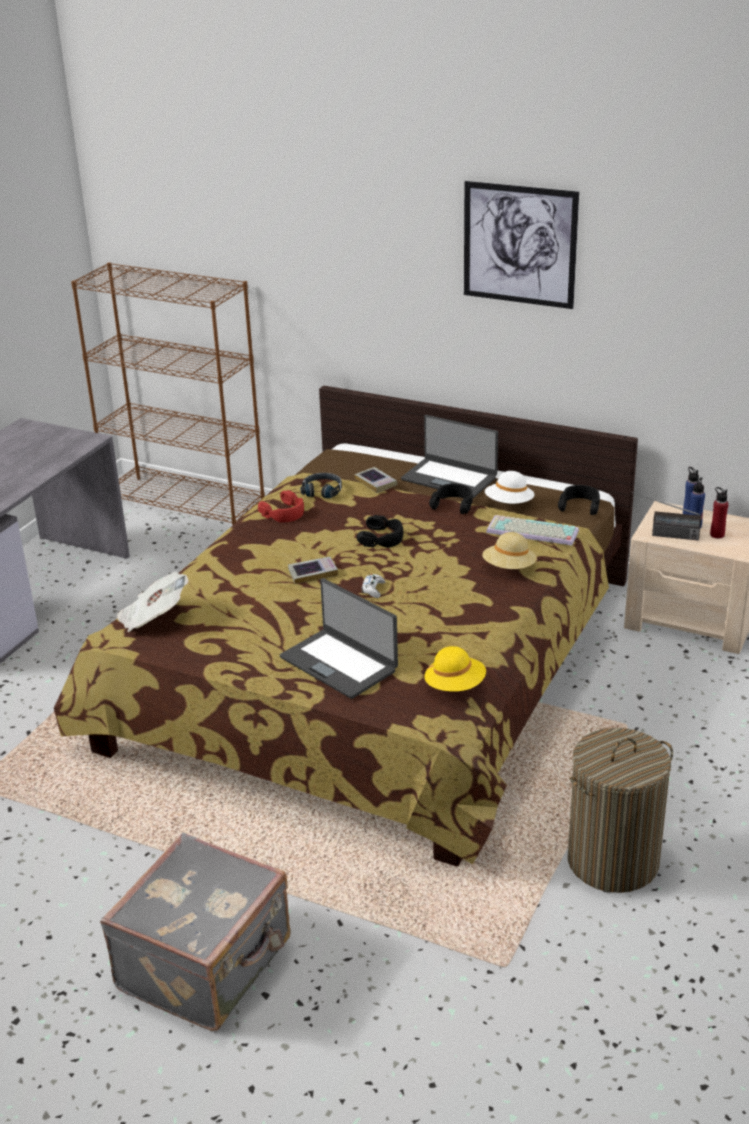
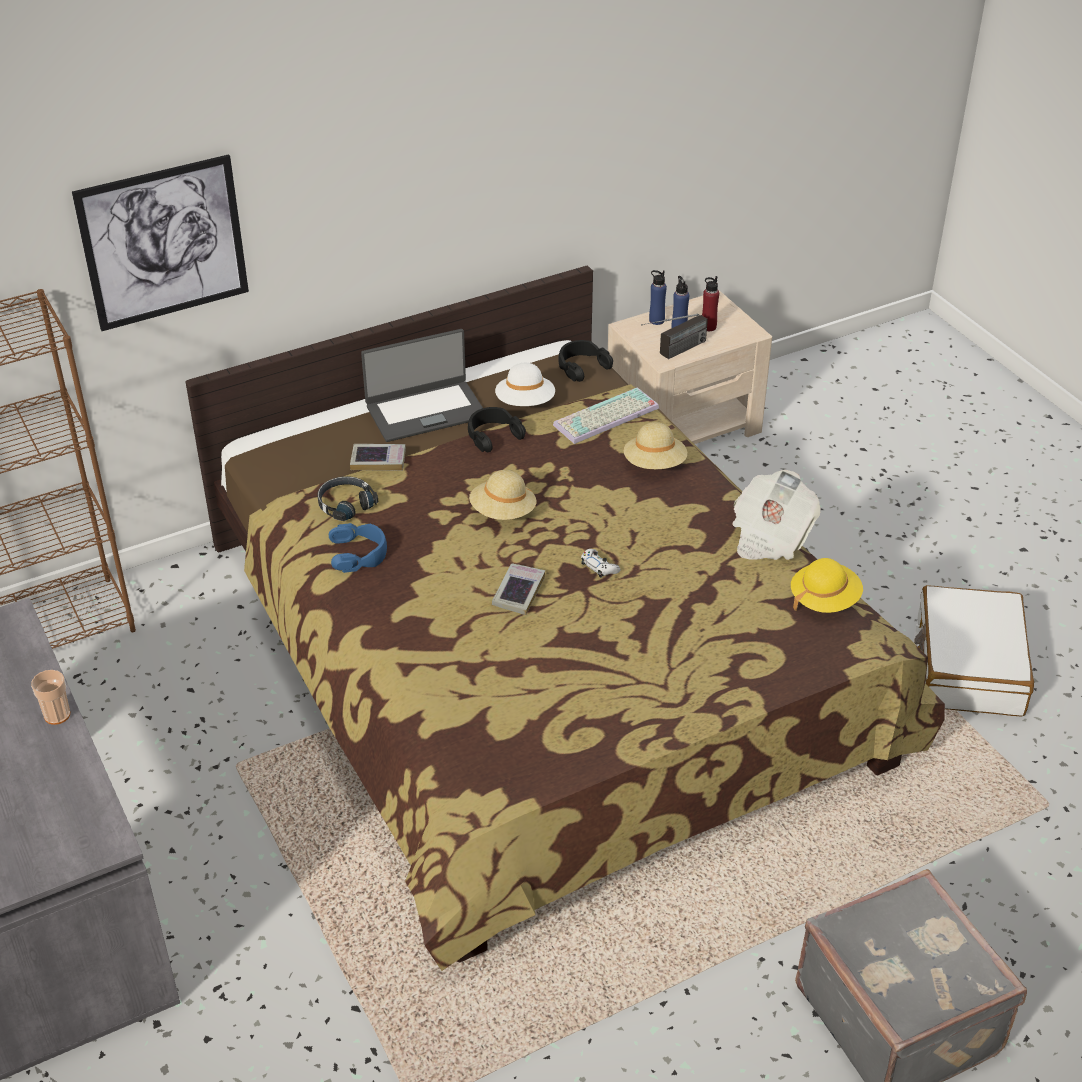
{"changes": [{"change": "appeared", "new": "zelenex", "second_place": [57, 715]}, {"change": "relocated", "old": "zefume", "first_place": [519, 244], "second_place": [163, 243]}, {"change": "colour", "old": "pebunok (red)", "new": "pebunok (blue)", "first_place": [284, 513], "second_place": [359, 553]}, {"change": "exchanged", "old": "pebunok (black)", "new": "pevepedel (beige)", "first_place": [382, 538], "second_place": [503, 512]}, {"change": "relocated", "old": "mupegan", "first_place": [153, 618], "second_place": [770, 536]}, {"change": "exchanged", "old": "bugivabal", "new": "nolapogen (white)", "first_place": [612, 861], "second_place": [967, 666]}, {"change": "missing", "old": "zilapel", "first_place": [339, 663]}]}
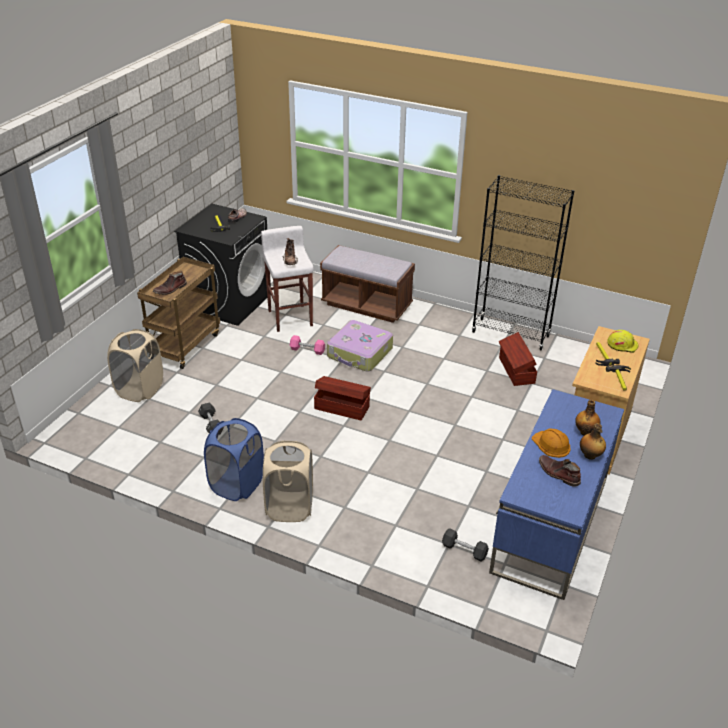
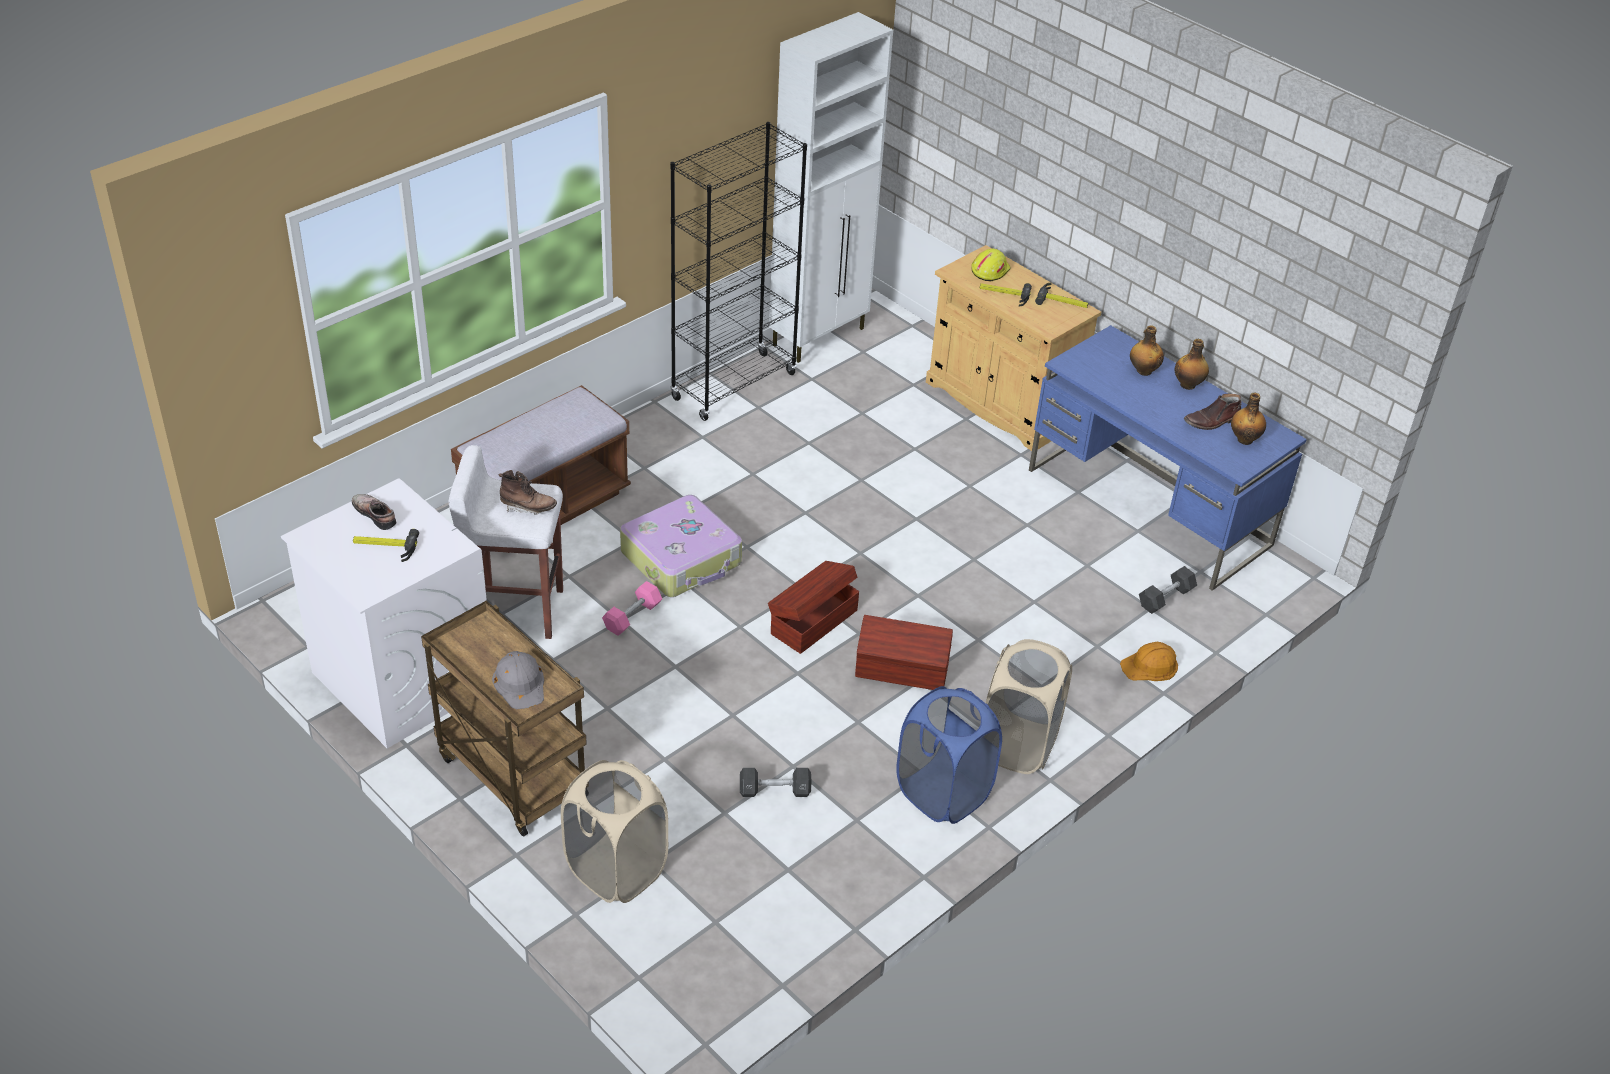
{"changes": [{"change": "colour", "old": "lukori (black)", "new": "lukori (white)", "first_place": [229, 302], "second_place": [401, 678]}, {"change": "exchanged", "old": "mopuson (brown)", "new": "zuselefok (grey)", "first_place": [170, 289], "second_place": [520, 683]}, {"change": "appeared", "new": "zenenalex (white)", "second_place": [819, 336]}, {"change": "relocated", "old": "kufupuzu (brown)", "first_place": [516, 370], "second_place": [902, 671]}, {"change": "relocated", "old": "zuselefok (orange)", "first_place": [551, 444], "second_place": [1150, 666]}, {"change": "appeared", "new": "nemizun", "second_place": [1244, 439]}]}
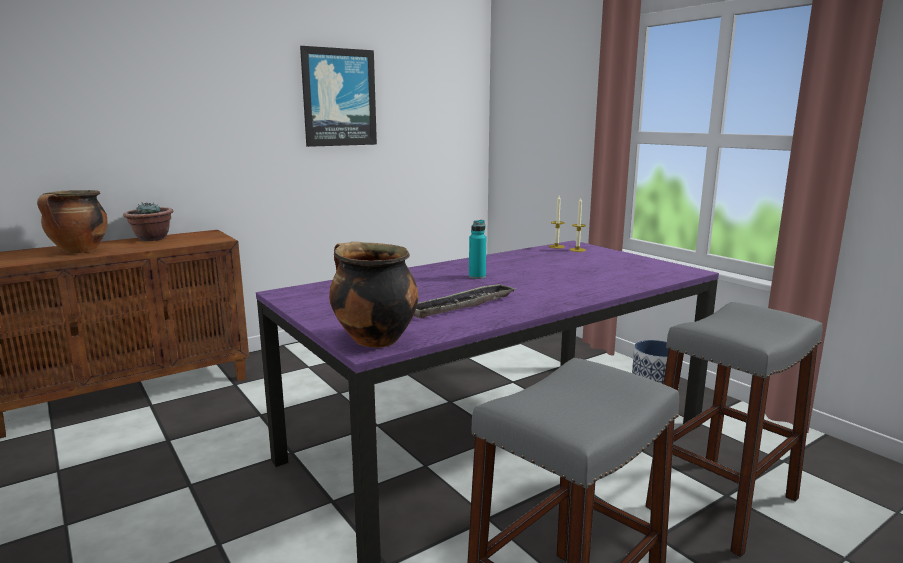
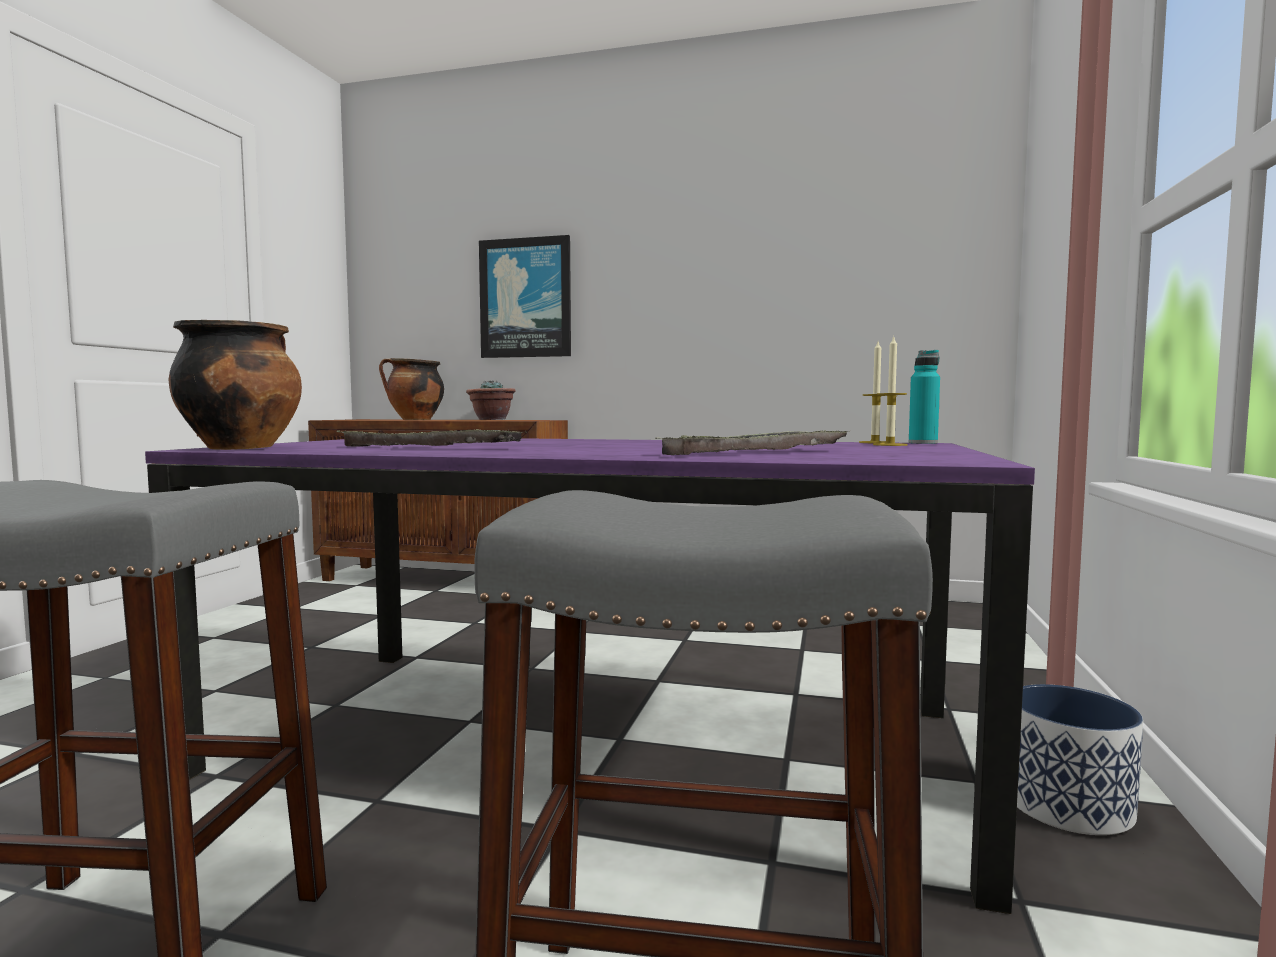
{"changes": [{"change": "relocated", "old": "zefume", "first_place": [339, 97], "second_place": [526, 298]}, {"change": "appeared", "new": "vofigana", "second_place": [756, 452]}, {"change": "relocated", "old": "nemizun (turquoise)", "first_place": [477, 277], "second_place": [923, 443]}]}
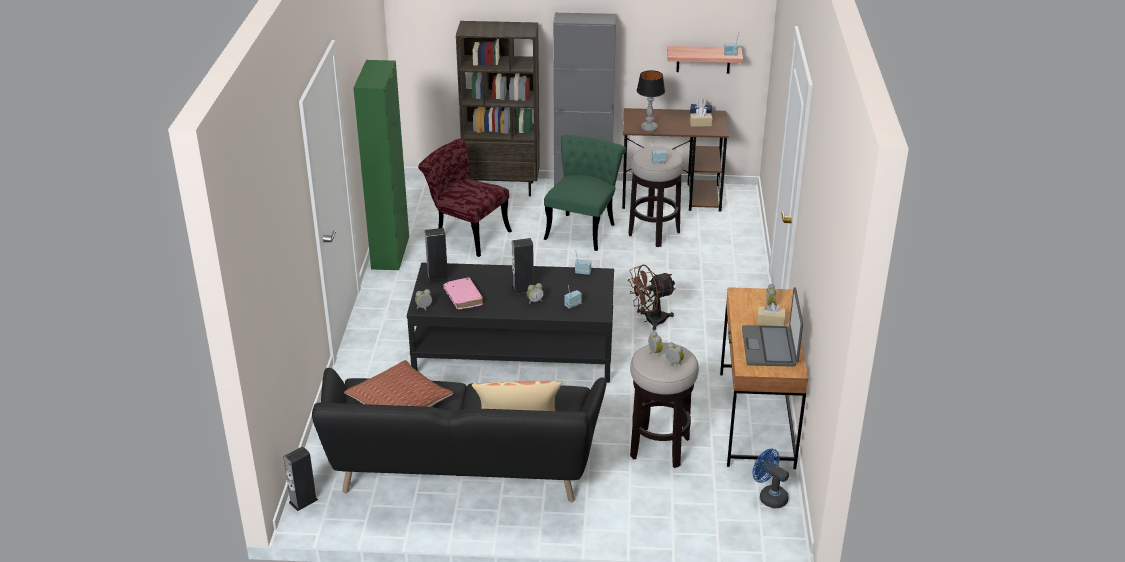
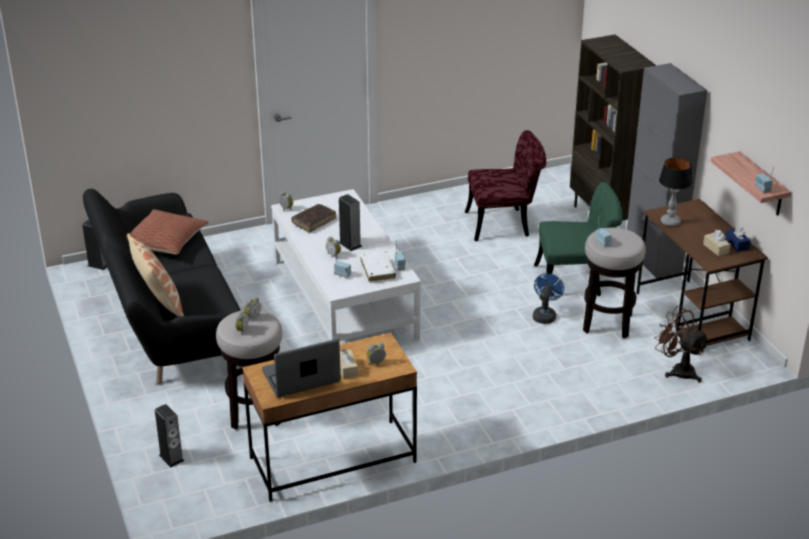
{"changes": [{"change": "relocated", "old": "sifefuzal", "first_place": [437, 277], "second_place": [171, 458]}, {"change": "colour", "old": "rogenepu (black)", "new": "rogenepu (white)", "first_place": [514, 351], "second_place": [344, 299]}, {"change": "colour", "old": "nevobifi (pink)", "new": "nevobifi (brown)", "first_place": [463, 298], "second_place": [314, 221]}, {"change": "appeared", "new": "nevobifi (white)", "second_place": [378, 271]}, {"change": "spun", "old": "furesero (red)", "first_place": [466, 234], "second_place": [505, 224], "degrees": 75}, {"change": "relocated", "old": "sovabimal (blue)", "first_place": [769, 496], "second_place": [545, 315]}, {"change": "relocated", "old": "sovabimal (brown)", "first_place": [650, 321], "second_place": [678, 370]}, {"change": "missing", "old": "zenenalex (green)", "first_place": [390, 253]}]}
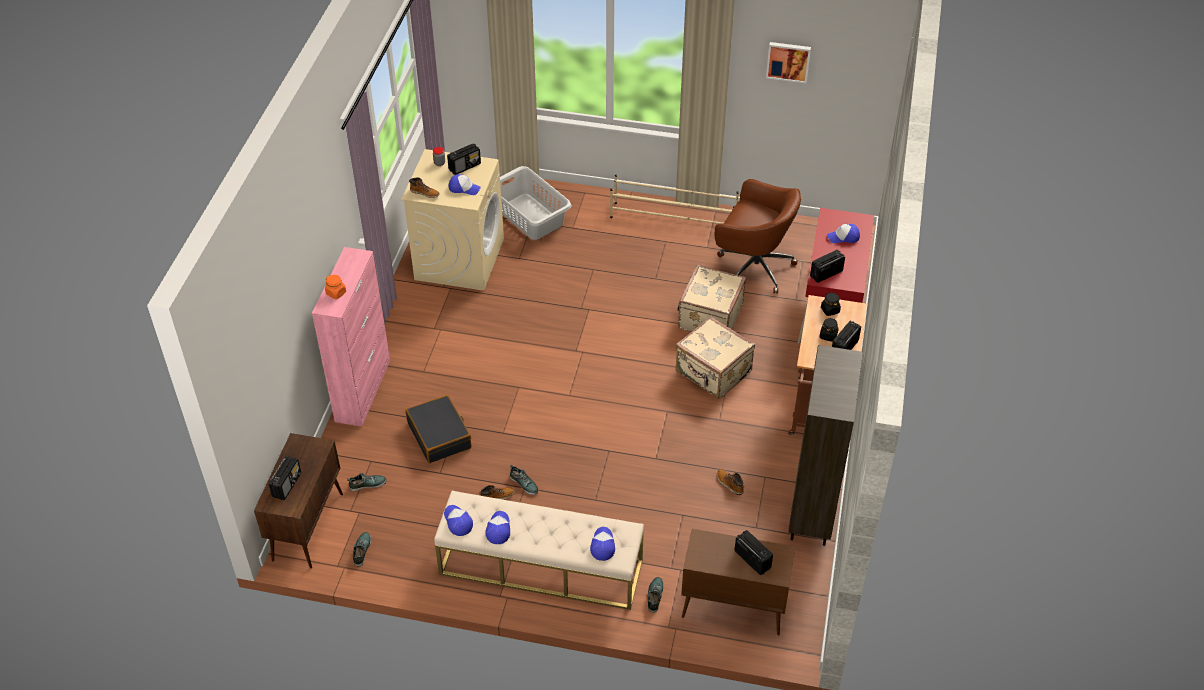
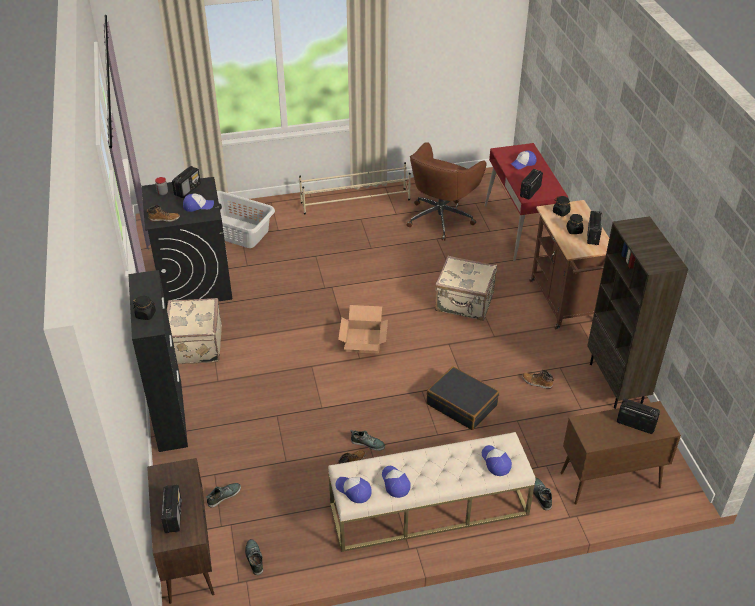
{"changes": [{"change": "colour", "old": "zenenalex (pink)", "new": "zenenalex (black)", "first_place": [363, 390], "second_place": [170, 415]}, {"change": "colour", "old": "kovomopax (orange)", "new": "kovomopax (black)", "first_place": [336, 293], "second_place": [146, 314]}, {"change": "colour", "old": "lukori (beige)", "new": "lukori (black)", "first_place": [459, 259], "second_place": [194, 281]}, {"change": "relocated", "old": "nolapogen (beige)", "first_place": [709, 317], "second_place": [194, 345]}, {"change": "appeared", "new": "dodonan", "second_place": [364, 341]}, {"change": "spun", "old": "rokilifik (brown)", "first_place": [753, 267], "second_place": [441, 217], "degrees": 120}, {"change": "relocated", "old": "nolapogen (black)", "first_place": [440, 435], "second_place": [462, 404]}, {"change": "missing", "old": "zefume", "first_place": [788, 61]}]}
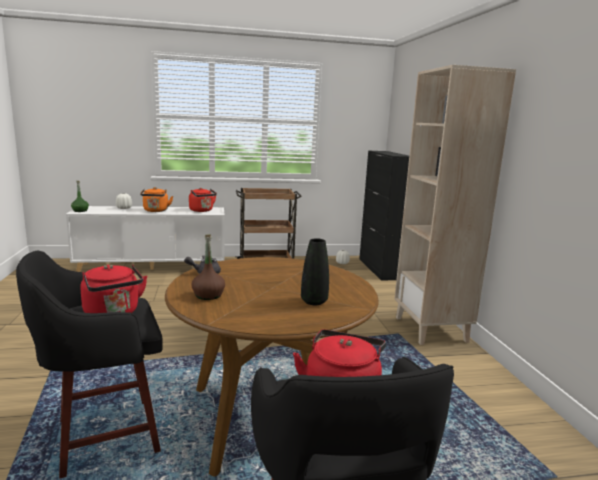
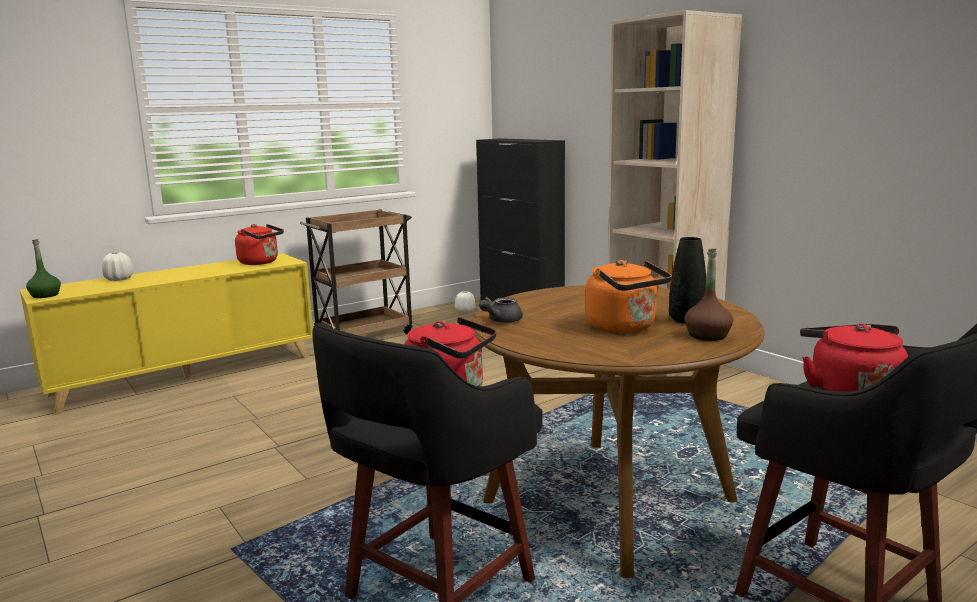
{"changes": [{"change": "colour", "old": "zenenalex (white)", "new": "zenenalex (yellow)", "first_place": [153, 267], "second_place": [186, 375]}, {"change": "relocated", "old": "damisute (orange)", "first_place": [155, 211], "second_place": [624, 328]}, {"change": "relocated", "old": "nemizun (brown)", "first_place": [208, 295], "second_place": [707, 335]}]}
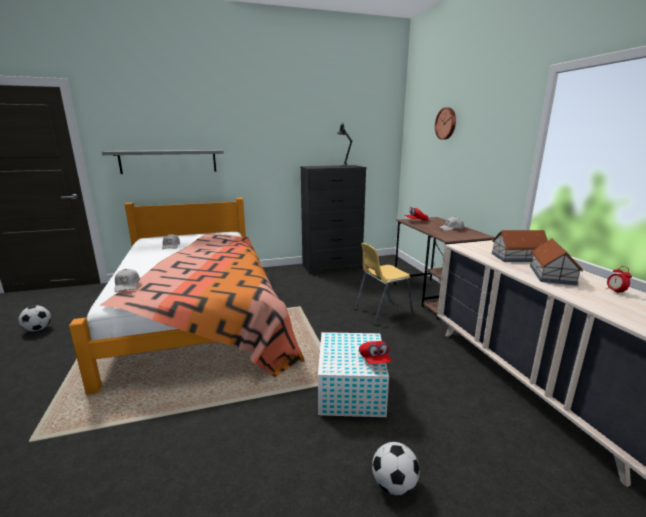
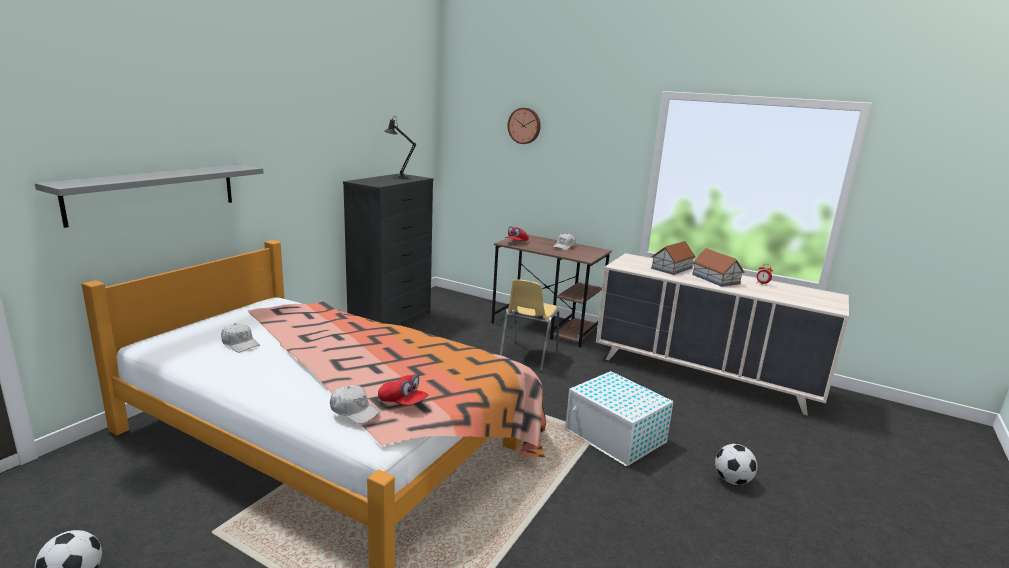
{"changes": [{"change": "relocated", "old": "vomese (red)", "first_place": [374, 360], "second_place": [403, 402]}]}
